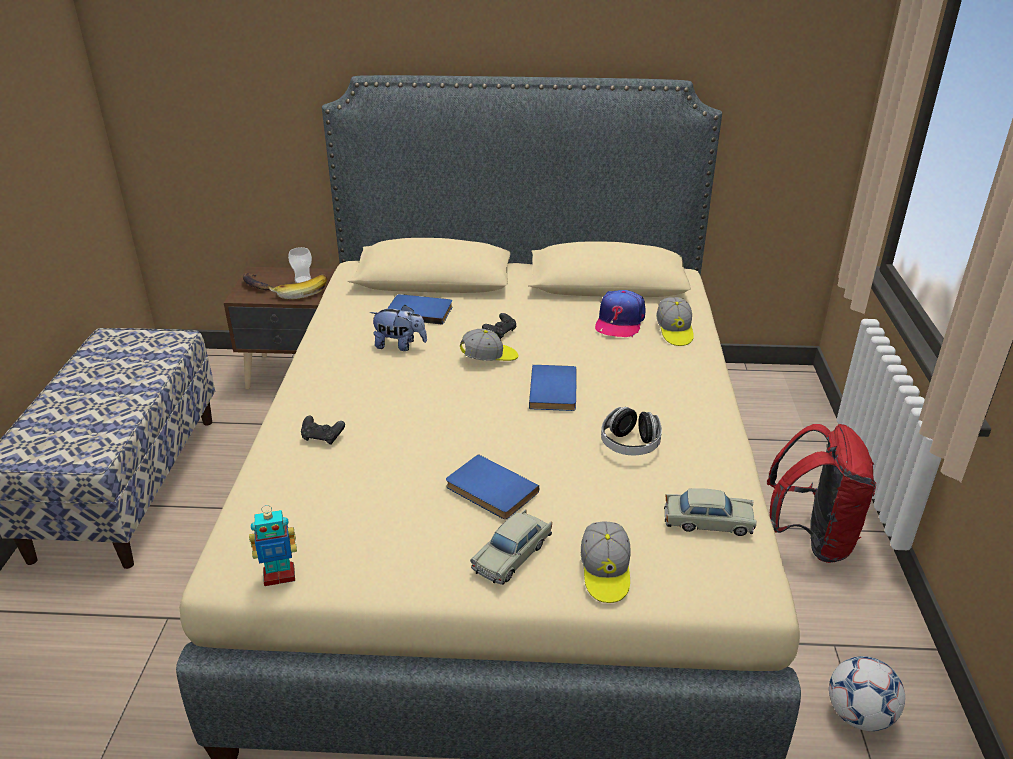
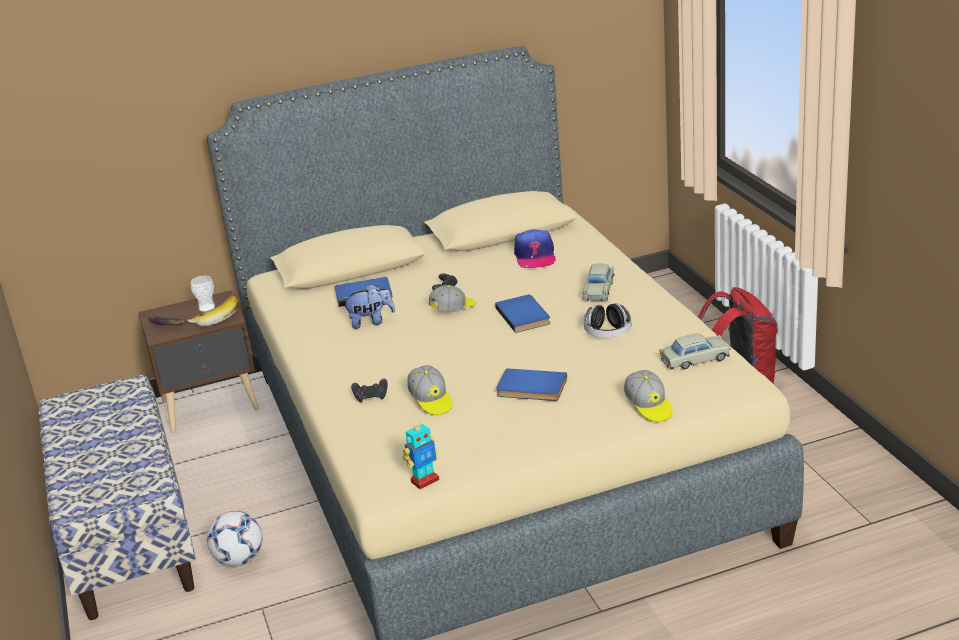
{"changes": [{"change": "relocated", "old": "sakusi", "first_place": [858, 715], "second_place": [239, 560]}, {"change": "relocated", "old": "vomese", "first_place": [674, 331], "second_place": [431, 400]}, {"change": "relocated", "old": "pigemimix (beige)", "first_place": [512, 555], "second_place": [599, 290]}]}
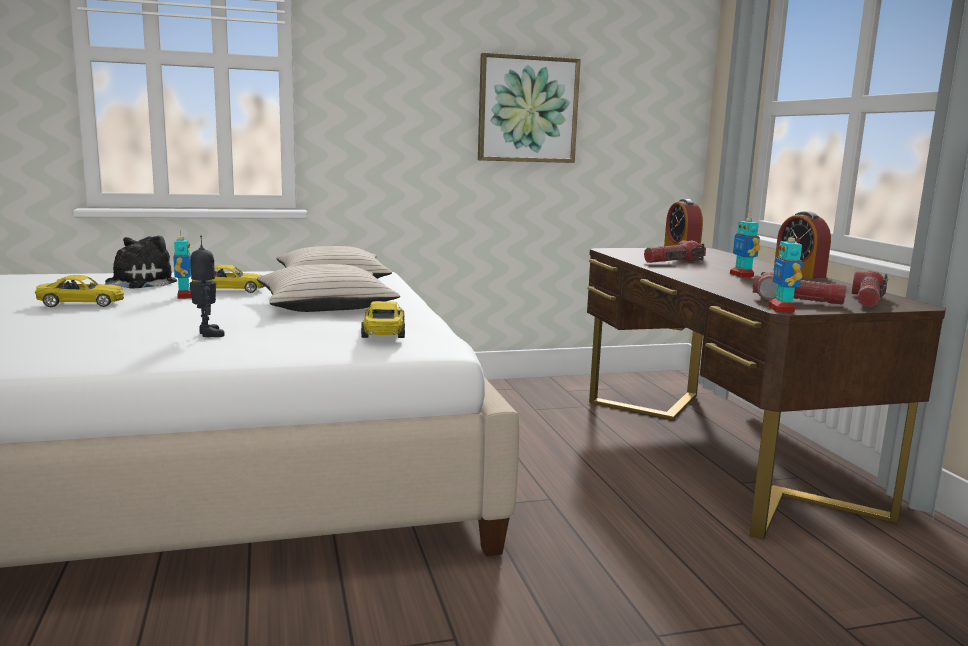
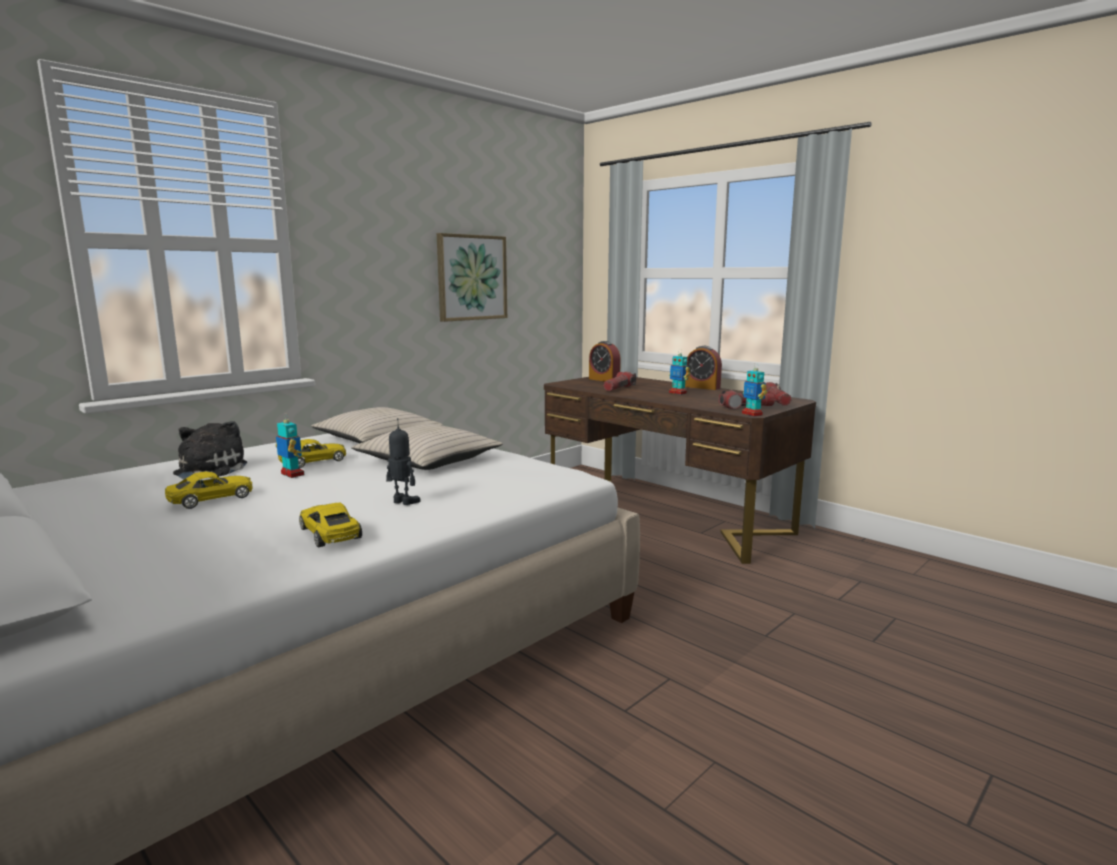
{"changes": [{"change": "relocated", "old": "pigemimix (yellow)", "first_place": [384, 331], "second_place": [330, 534]}]}
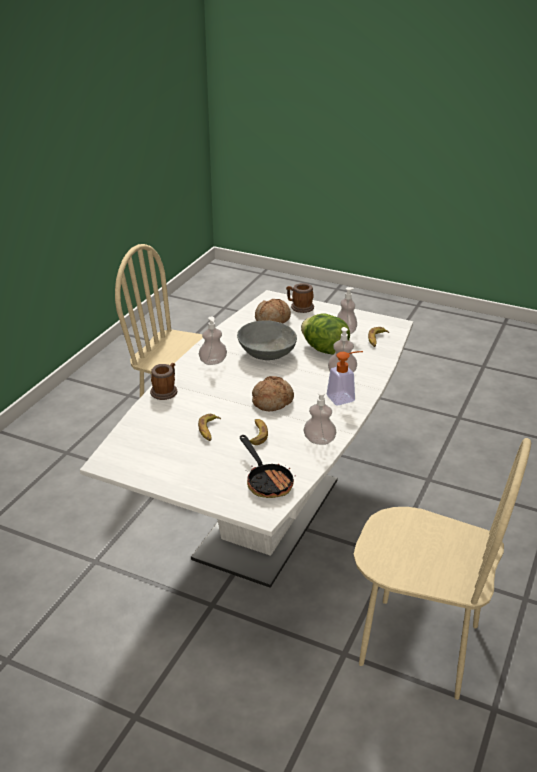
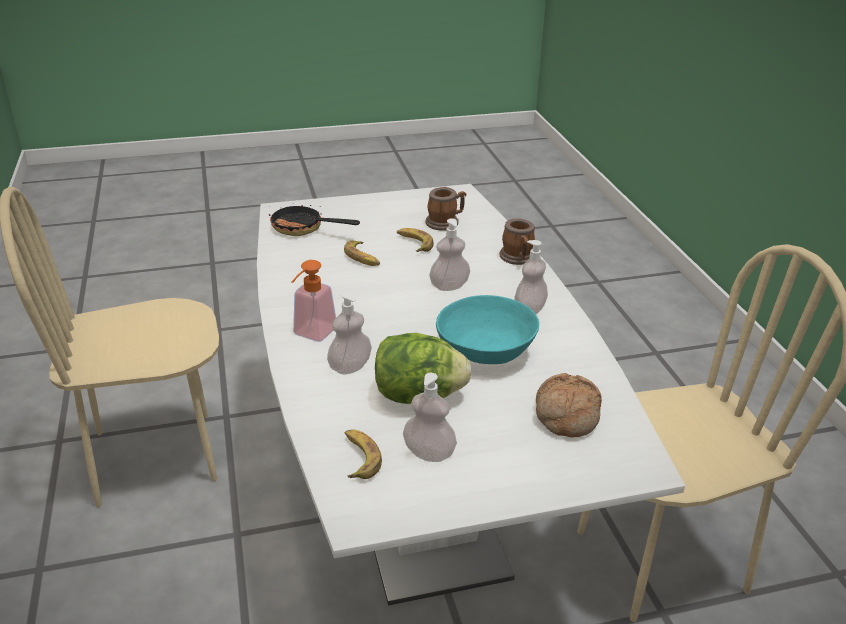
{"changes": [{"change": "relocated", "old": "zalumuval", "first_place": [299, 307], "second_place": [445, 222]}, {"change": "relocated", "old": "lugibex", "first_place": [319, 440], "second_place": [449, 286]}, {"change": "colour", "old": "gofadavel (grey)", "new": "gofadavel (turquoise)", "first_place": [266, 353], "second_place": [486, 350]}, {"change": "missing", "old": "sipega", "first_place": [272, 400]}]}
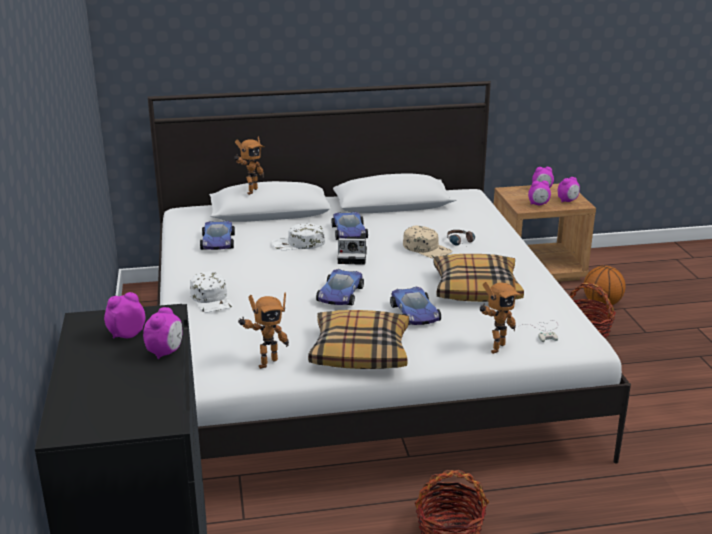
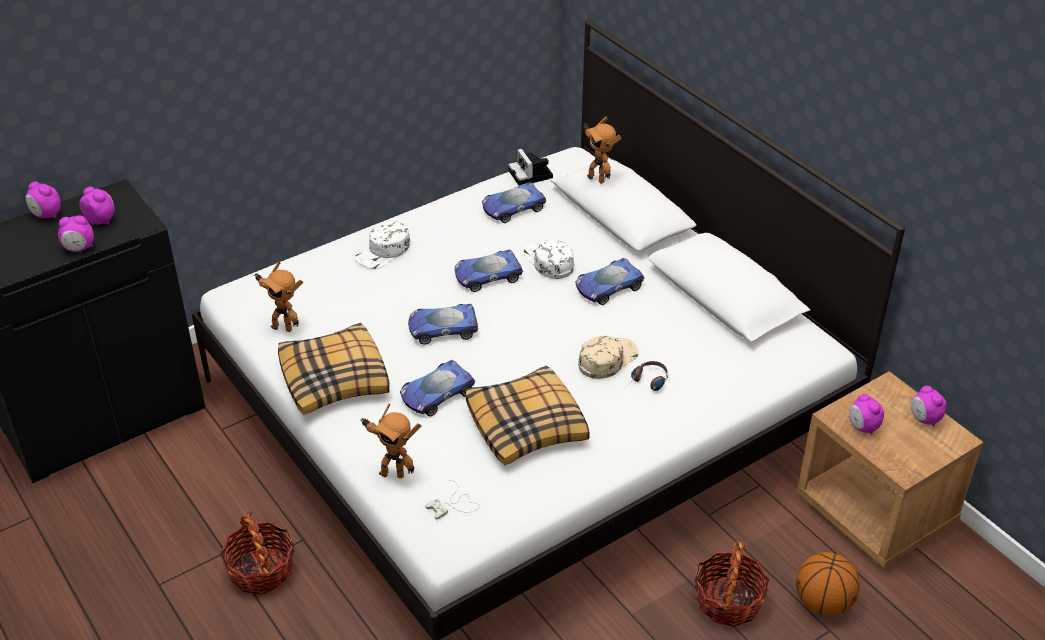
{"changes": [{"change": "relocated", "old": "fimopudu", "first_place": [567, 201], "second_place": [46, 215]}, {"change": "appeared", "new": "pigemimix", "second_place": [487, 276]}, {"change": "relocated", "old": "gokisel", "first_place": [354, 256], "second_place": [531, 175]}, {"change": "spun", "old": "vomese (beige)", "first_place": [427, 248], "second_place": [607, 359], "degrees": -150}, {"change": "spun", "old": "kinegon", "first_place": [250, 191], "second_place": [597, 178], "degrees": 45}]}
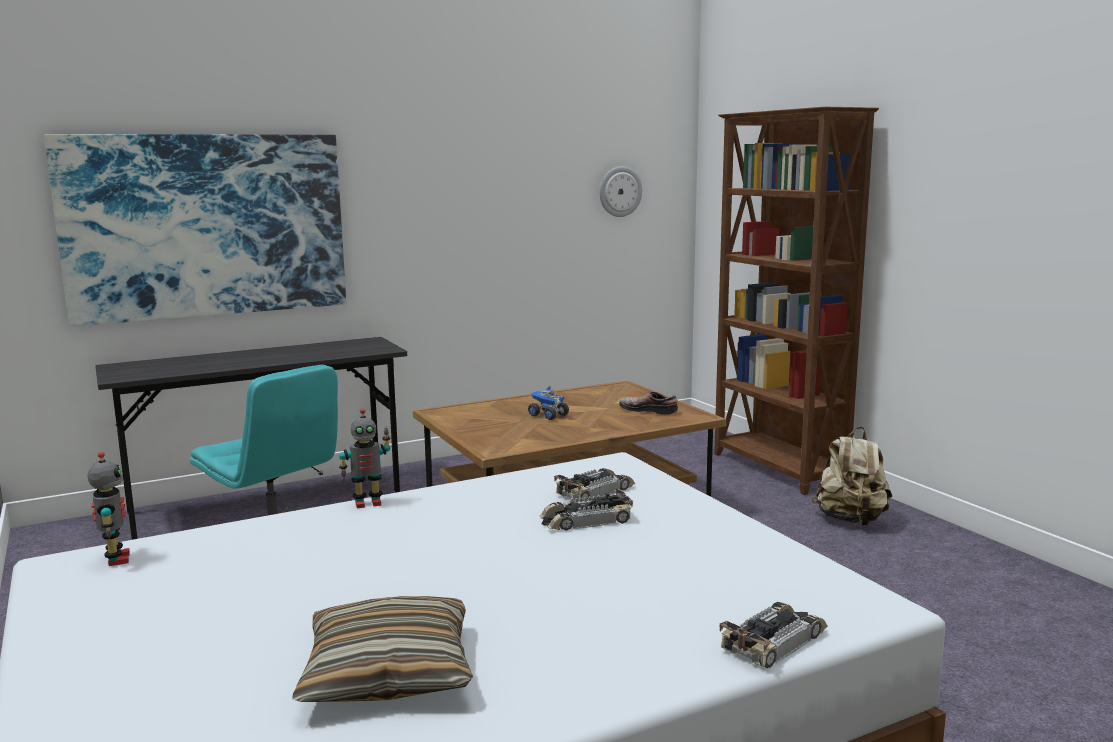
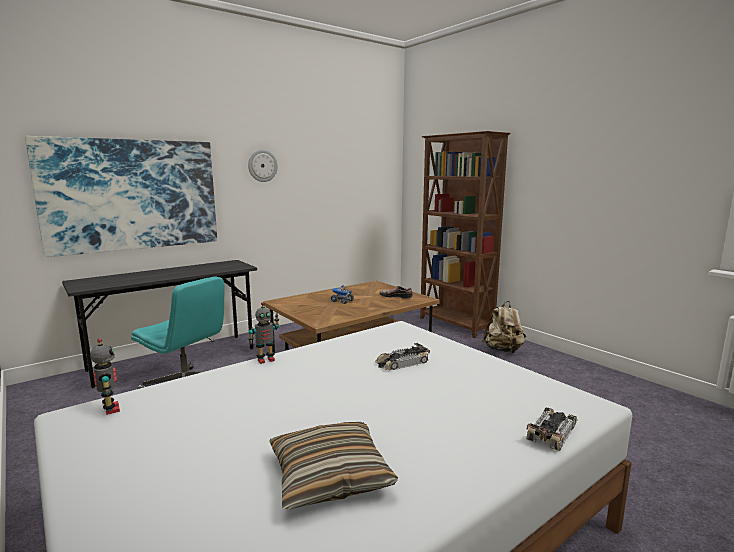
{"changes": [{"change": "relocated", "old": "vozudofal", "first_place": [620, 191], "second_place": [262, 165]}, {"change": "missing", "old": "pigemimix", "first_place": [596, 491]}]}
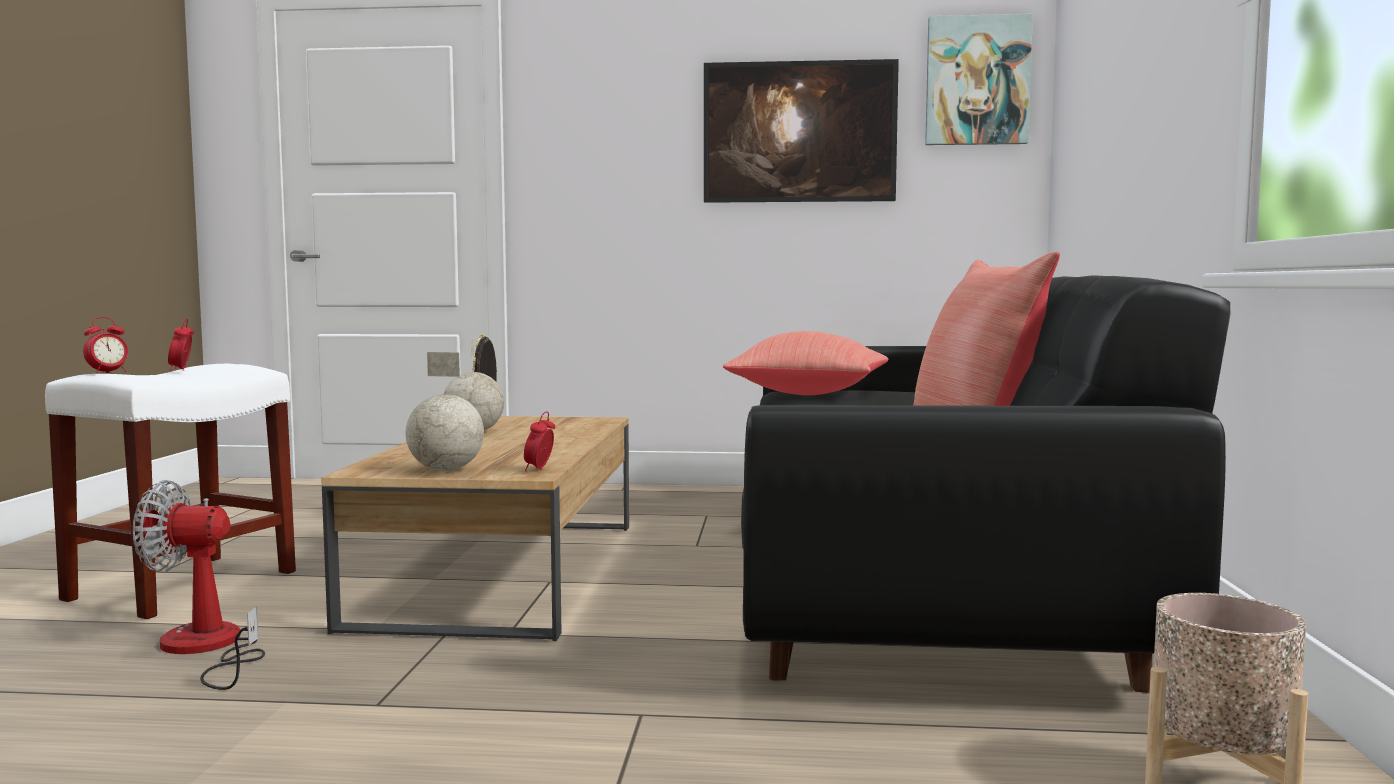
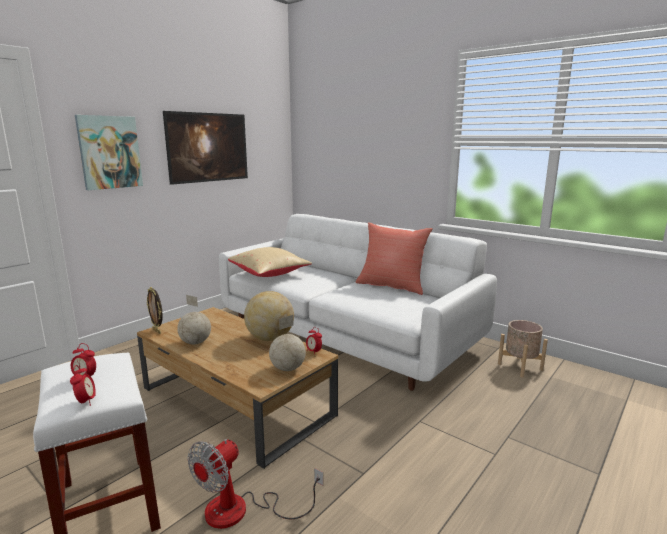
{"changes": [{"change": "relocated", "old": "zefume", "first_place": [977, 81], "second_place": [109, 152]}, {"change": "colour", "old": "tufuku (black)", "new": "tufuku (white)", "first_place": [913, 571], "second_place": [346, 333]}, {"change": "colour", "old": "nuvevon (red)", "new": "nuvevon (beige)", "first_place": [810, 394], "second_place": [270, 274]}, {"change": "appeared", "new": "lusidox", "second_place": [270, 338]}]}
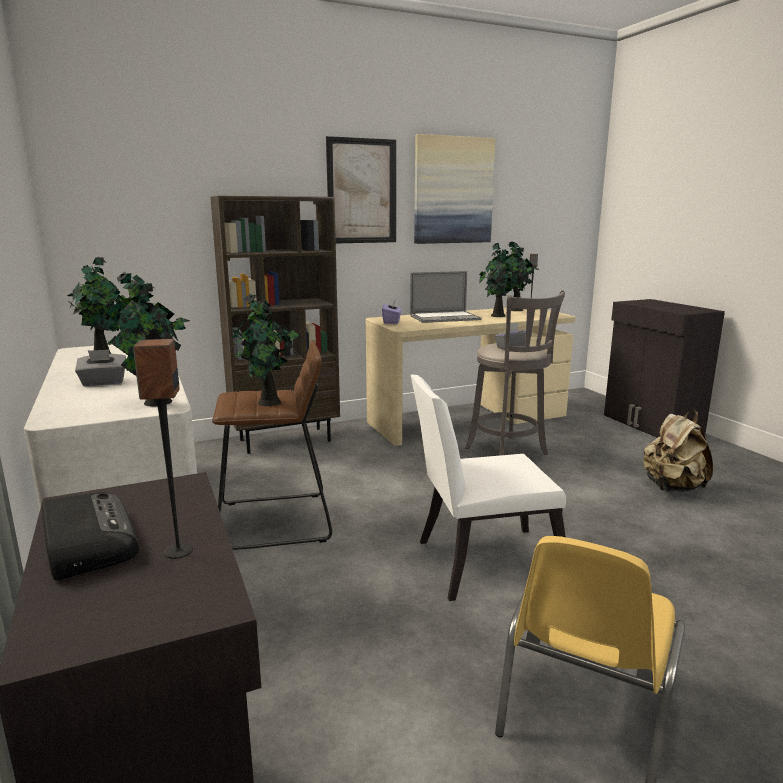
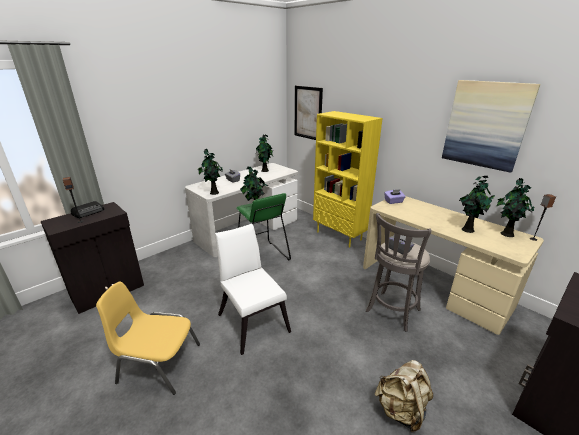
{"changes": [{"change": "colour", "old": "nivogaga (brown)", "new": "nivogaga (green)", "first_place": [274, 522], "second_place": [262, 256]}, {"change": "relocated", "old": "zefume", "first_place": [362, 191], "second_place": [308, 113]}, {"change": "colour", "old": "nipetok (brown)", "new": "nipetok (yellow)", "first_place": [285, 440], "second_place": [339, 235]}, {"change": "missing", "old": "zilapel", "first_place": [444, 318]}]}
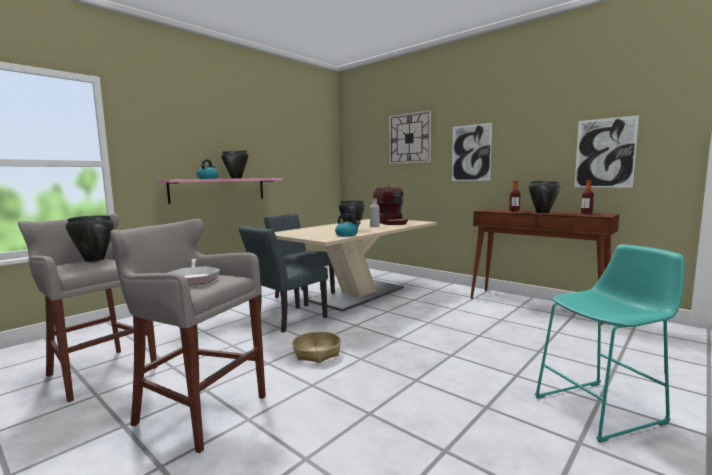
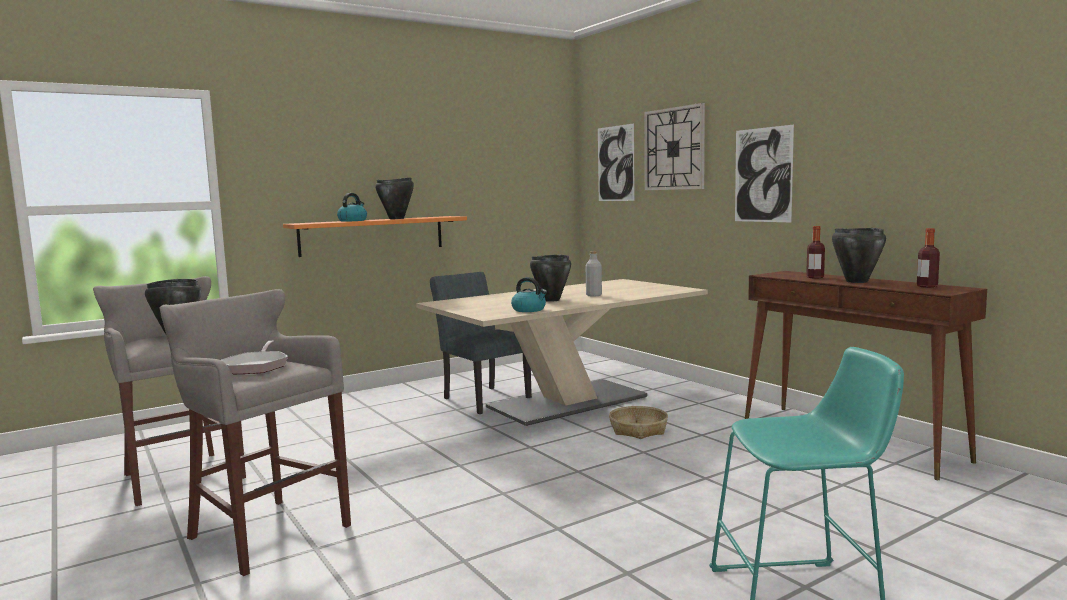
{"changes": [{"change": "colour", "old": "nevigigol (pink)", "new": "nevigigol (orange)", "first_place": [219, 189], "second_place": [372, 235]}, {"change": "relocated", "old": "zefume", "first_place": [604, 153], "second_place": [615, 163]}, {"change": "relocated", "old": "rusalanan", "first_place": [317, 353], "second_place": [638, 430]}, {"change": "missing", "old": "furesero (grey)", "first_place": [286, 320]}, {"change": "missing", "old": "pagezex", "first_place": [391, 222]}]}
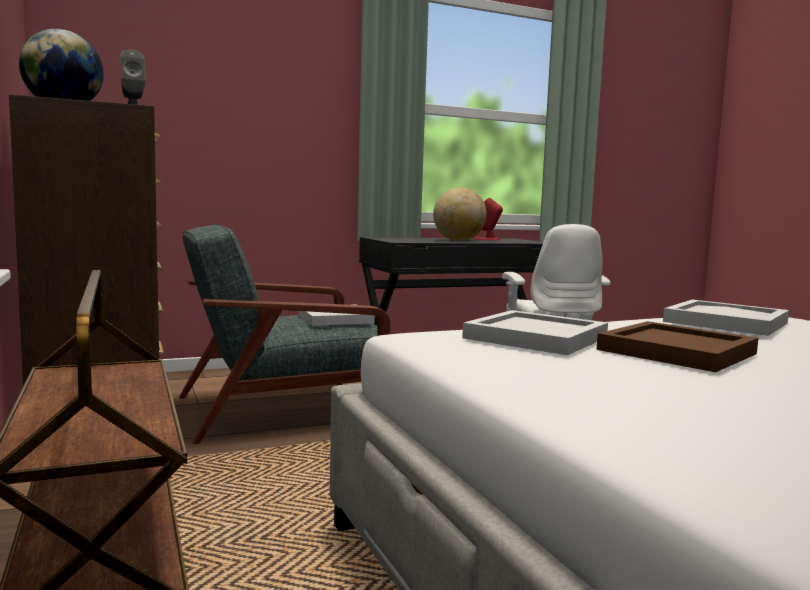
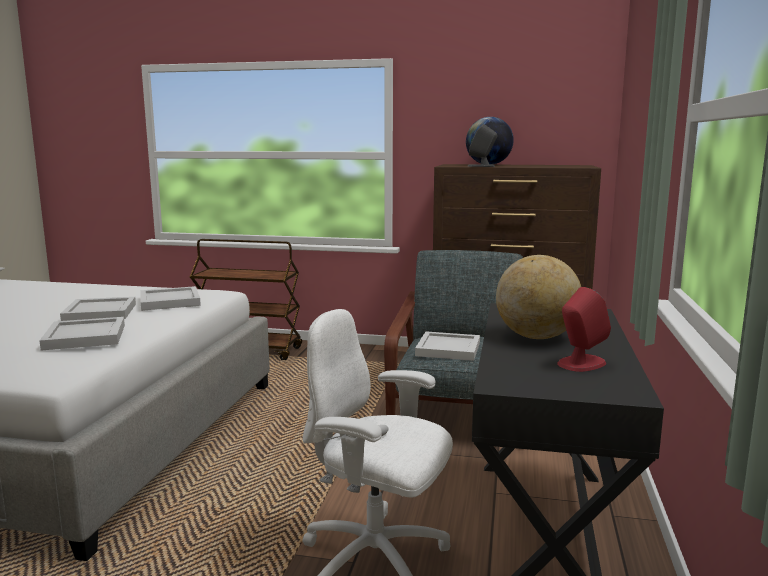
{"changes": [{"change": "colour", "old": "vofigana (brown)", "new": "vofigana (white)", "first_place": [674, 351], "second_place": [101, 312]}]}
